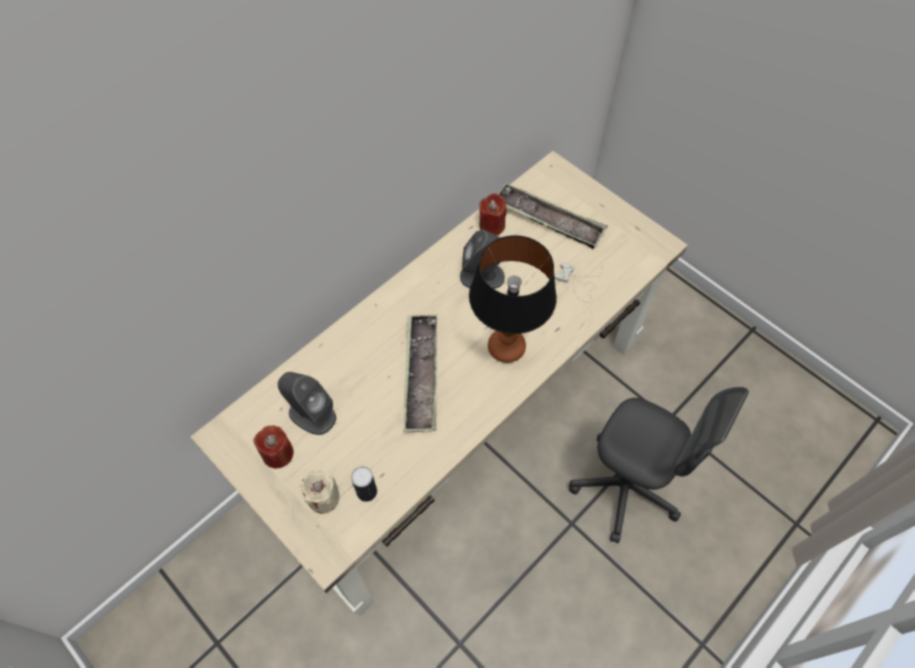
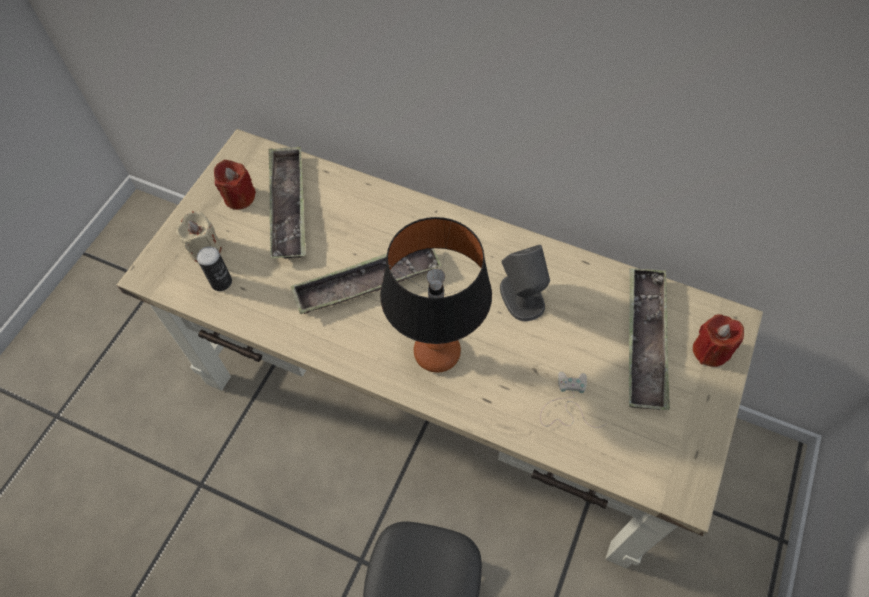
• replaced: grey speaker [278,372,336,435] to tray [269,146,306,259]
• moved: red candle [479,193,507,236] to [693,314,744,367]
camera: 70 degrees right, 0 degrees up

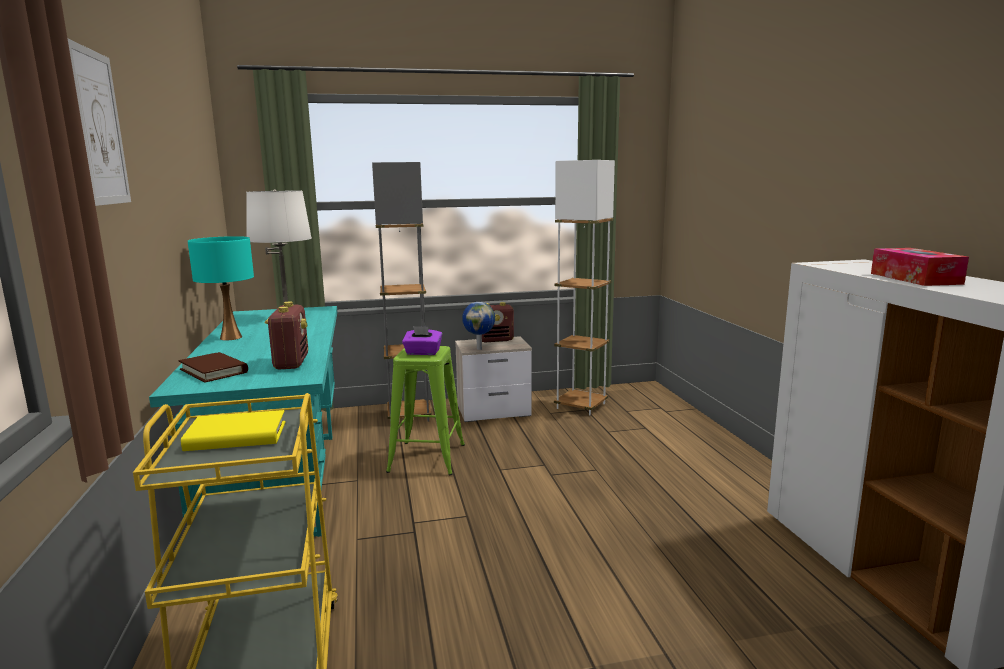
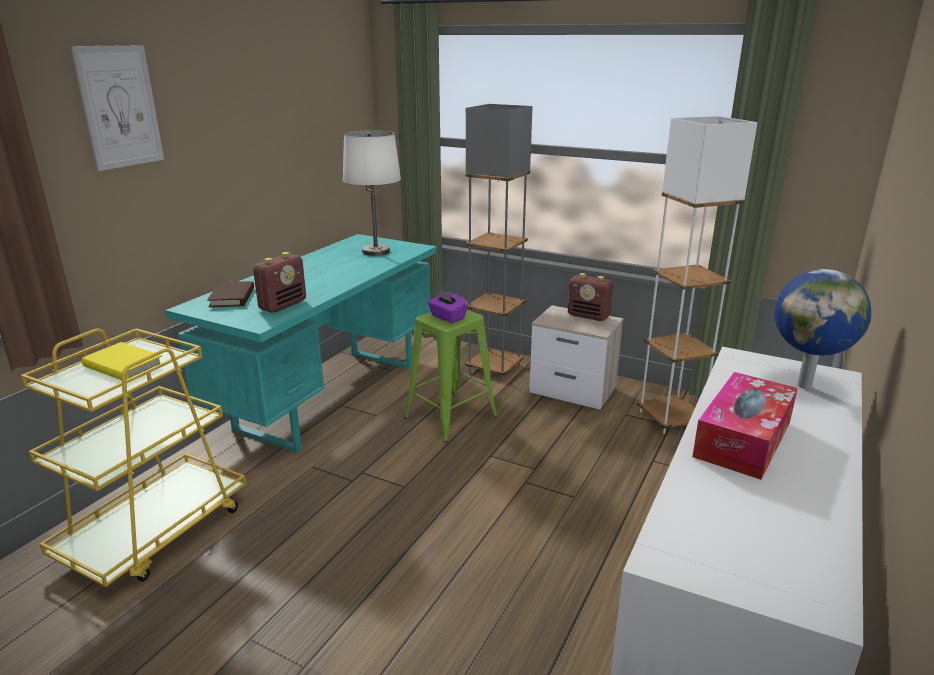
• removed: turquoise table lamp [188,236,254,340]
• moved: globe [462,302,495,350] to [774,269,871,389]
camera: 40 degrees right, 10 degrees up

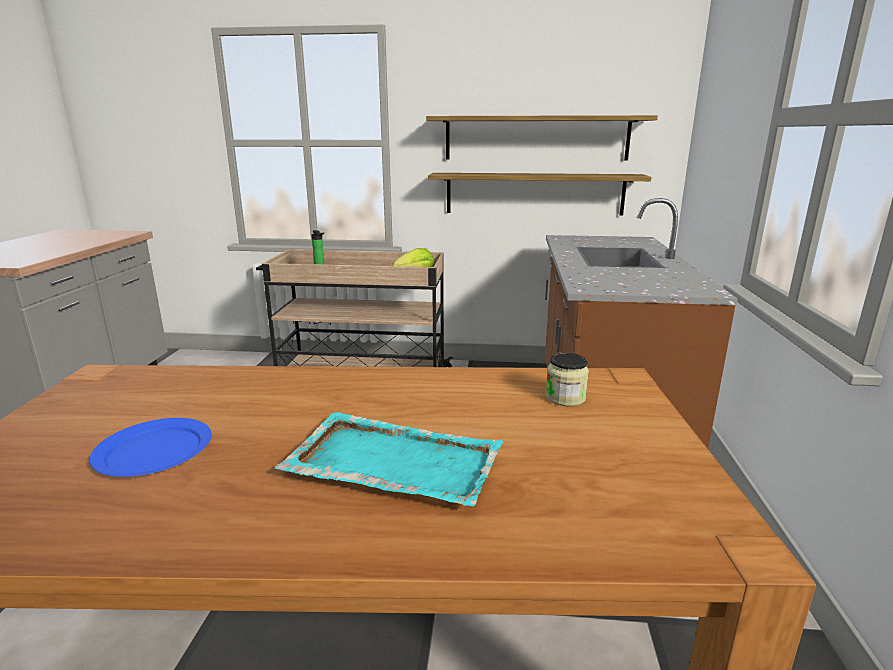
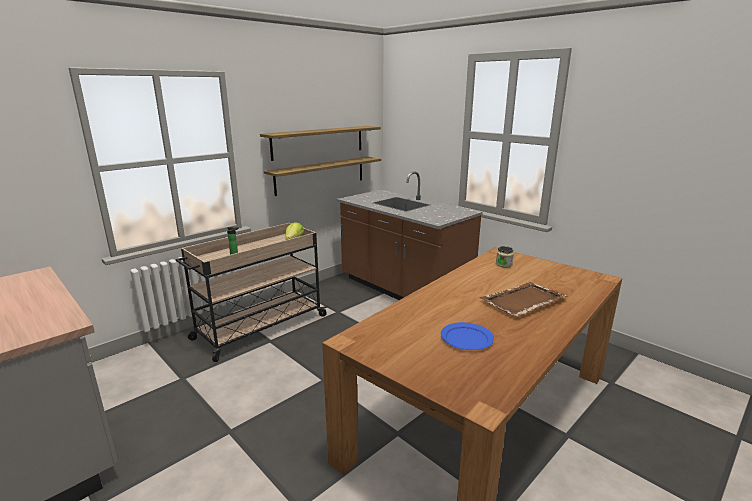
• recoloured: turquoise tray [275,412,504,506] to brown tray [479,282,568,316]
camera: 50 degrees left, 0 degrees up

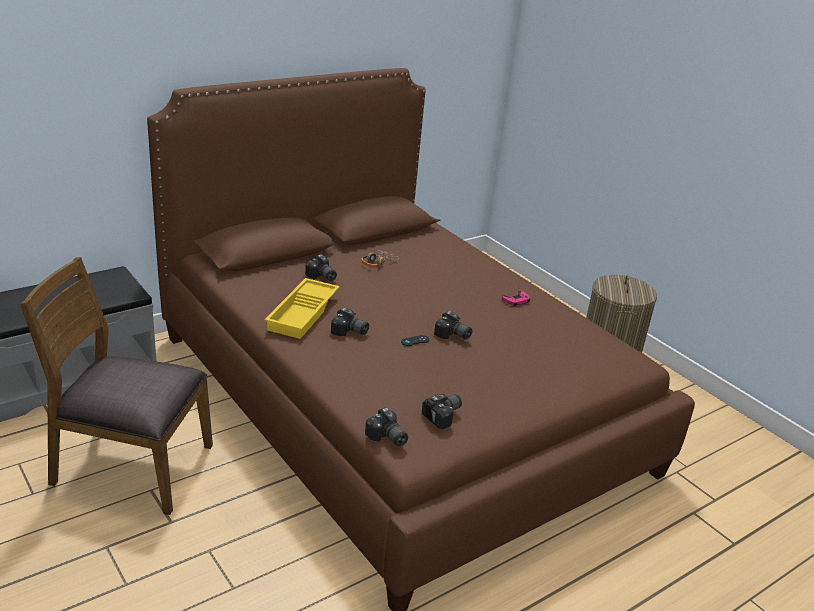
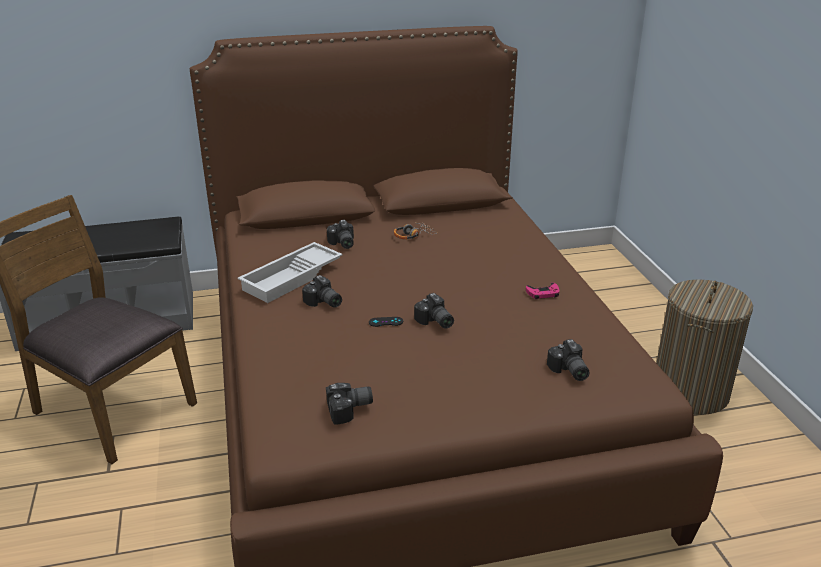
• recoloured: yellow tray [265,278,340,339] to white tray [238,242,343,303]
• moved: photo camera [365,407,408,446] to [547,339,589,381]
camera: 25 degrees right, 0 degrees up

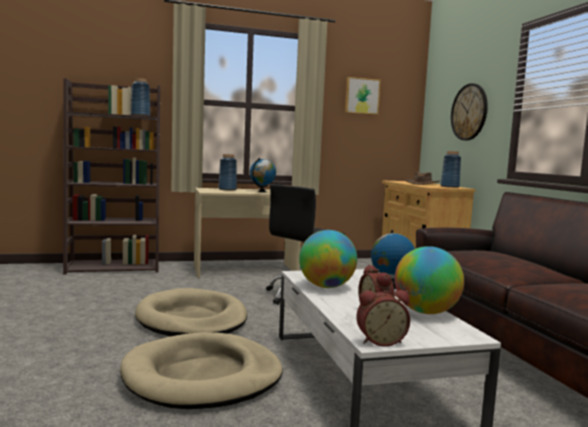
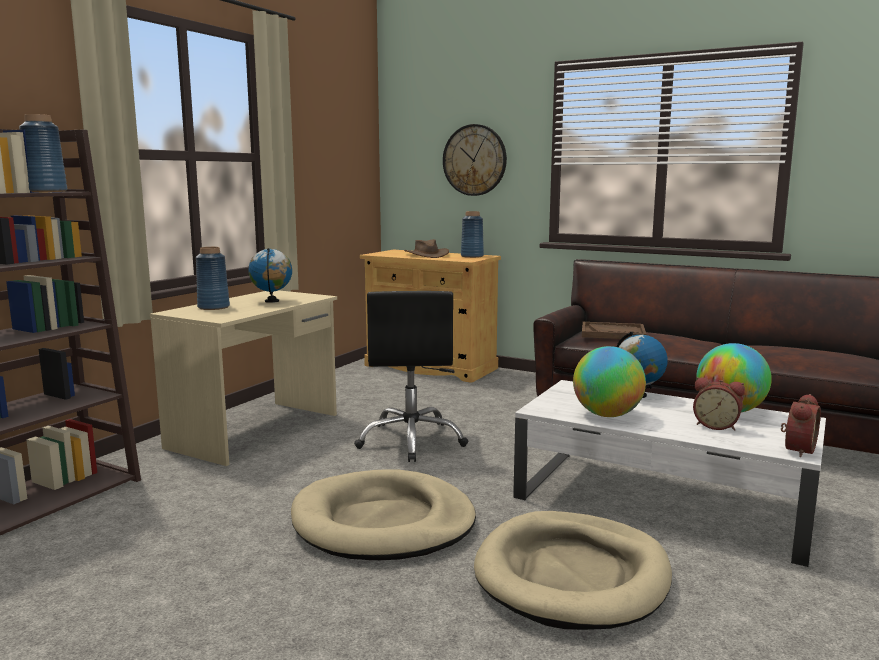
• removed: picture [345,77,381,115]
• added: brown tray [582,322,647,339]
camera: 45 degrees left, 5 degrees up

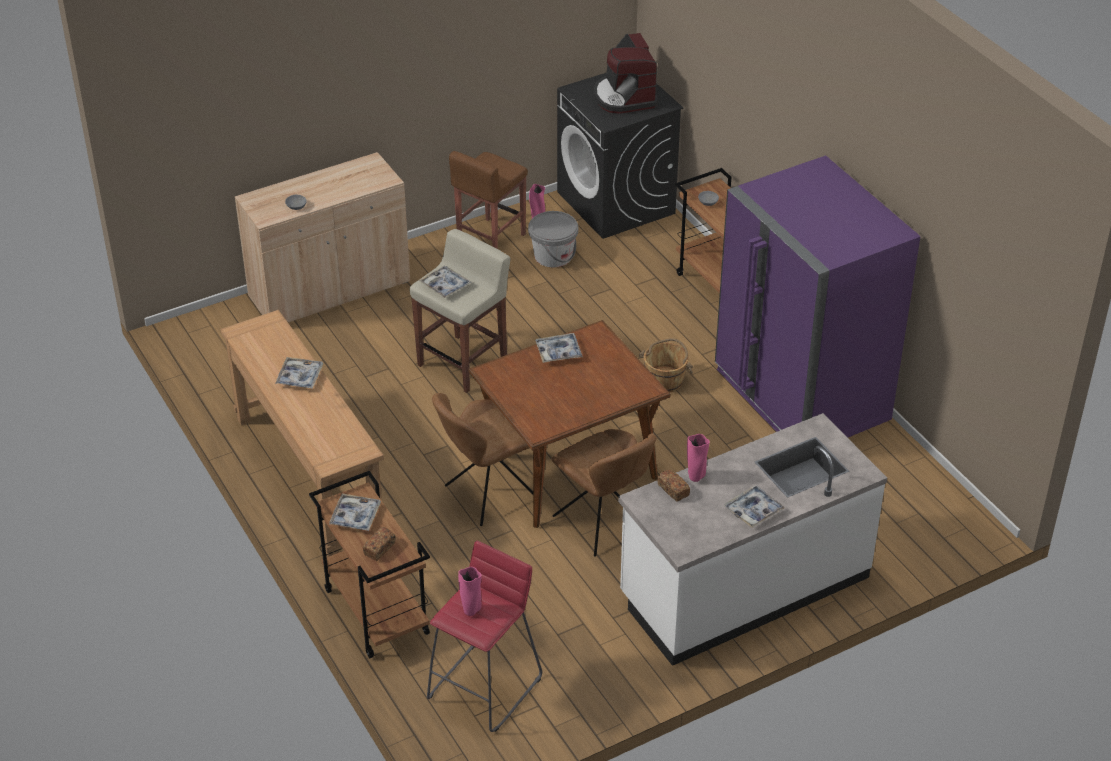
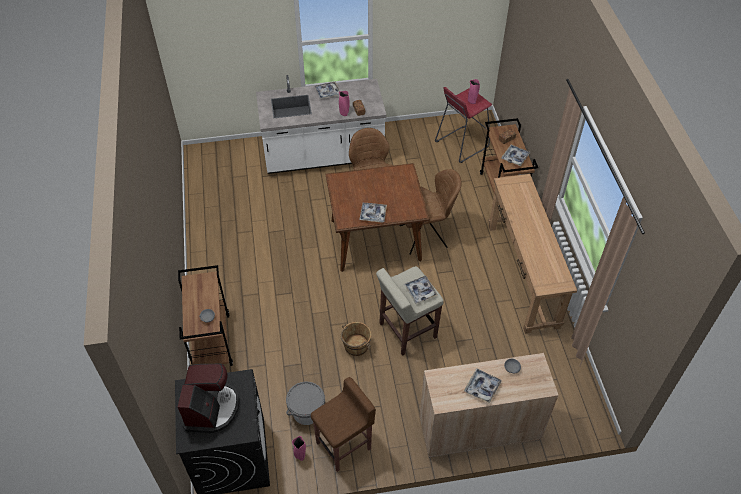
• moved: tray [275,357,323,389] to [464,368,502,403]
• moved: brown bucket [639,338,693,393] to [340,322,371,356]
• removed: purple fridge [715,155,920,438]
camera: 160 degrees left, 10 degrees up

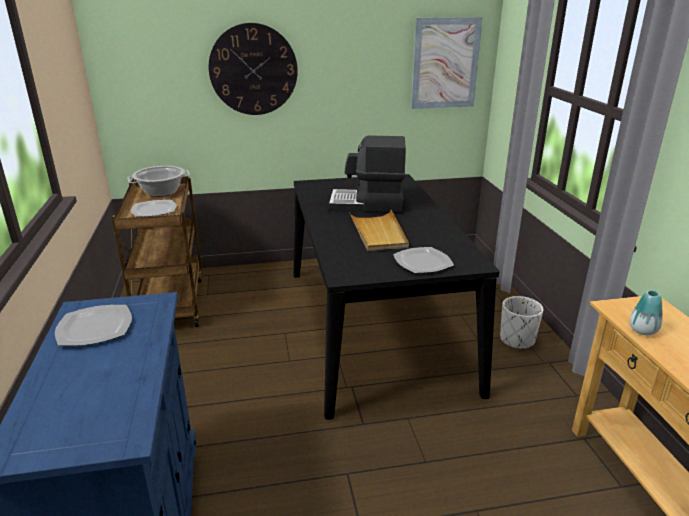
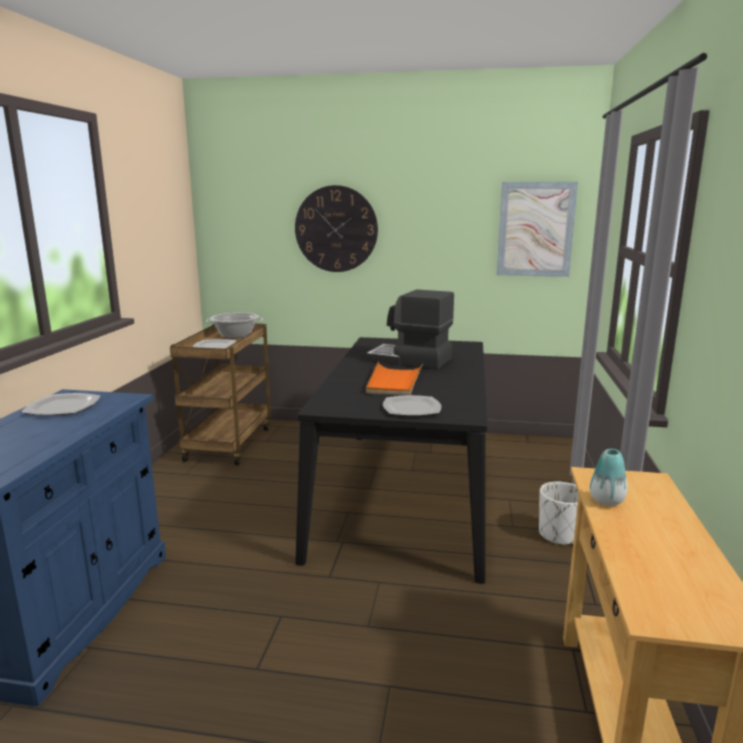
• recoloured: beige tray [349,210,409,251] to orange tray [366,362,423,396]
camera: 20 degrees right, 10 degrees down

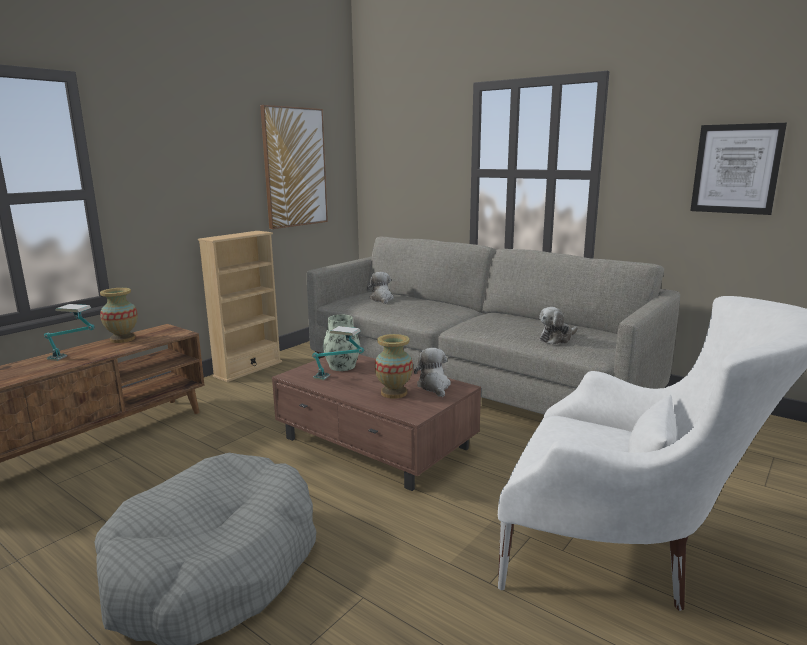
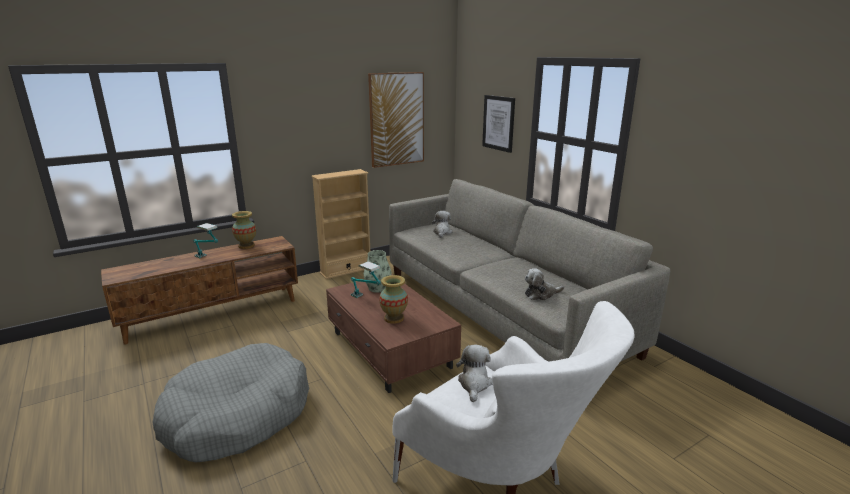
• moved: plush toy [414,348,451,397] to [456,344,493,402]
• moved: picture [690,123,787,215] to [482,95,515,153]
camera: 20 degrees right, 5 degrees up

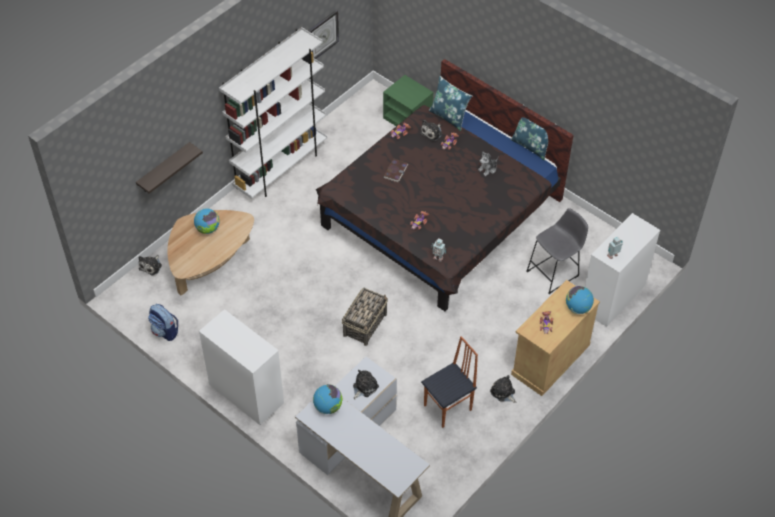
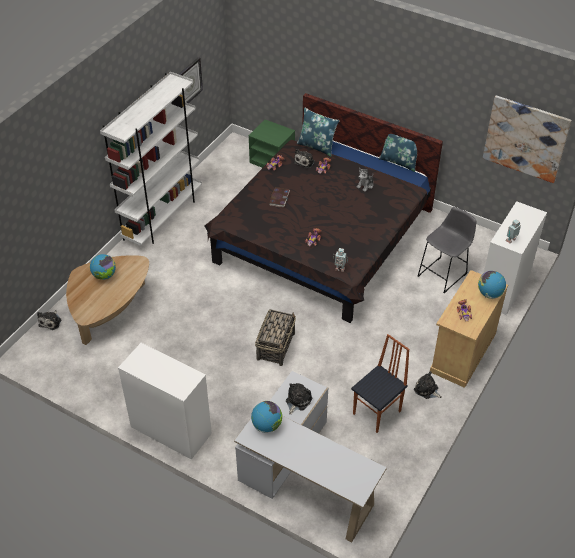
• removed: shelf [136,142,203,194]
• removed: backpack [148,304,178,341]
• added: picture [483,96,572,183]
camera: 10 degrees left, 5 degrees down

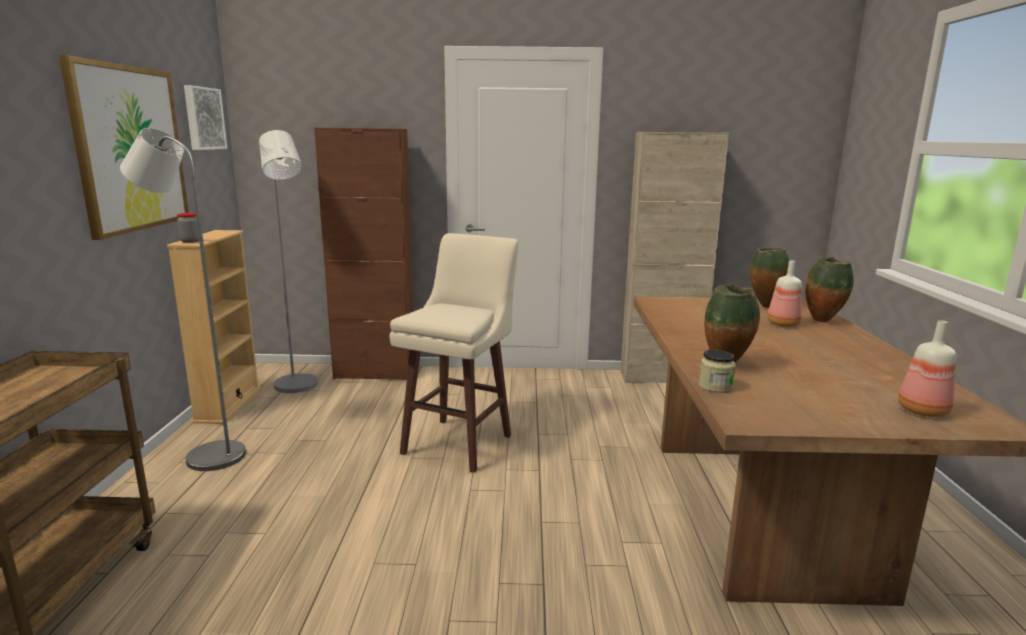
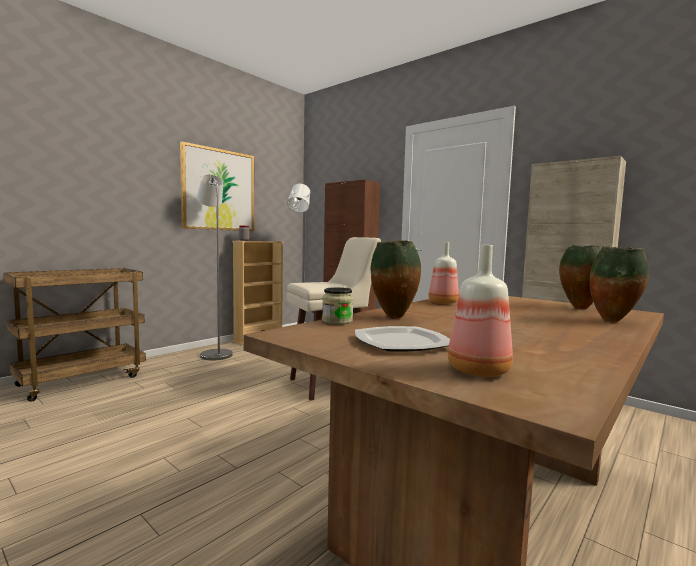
• removed: picture [184,85,227,150]
• moved: bottle [767,260,802,327] to [428,242,459,304]
• added: plate [355,326,450,352]
camera: 40 degrees right, 10 degrees down

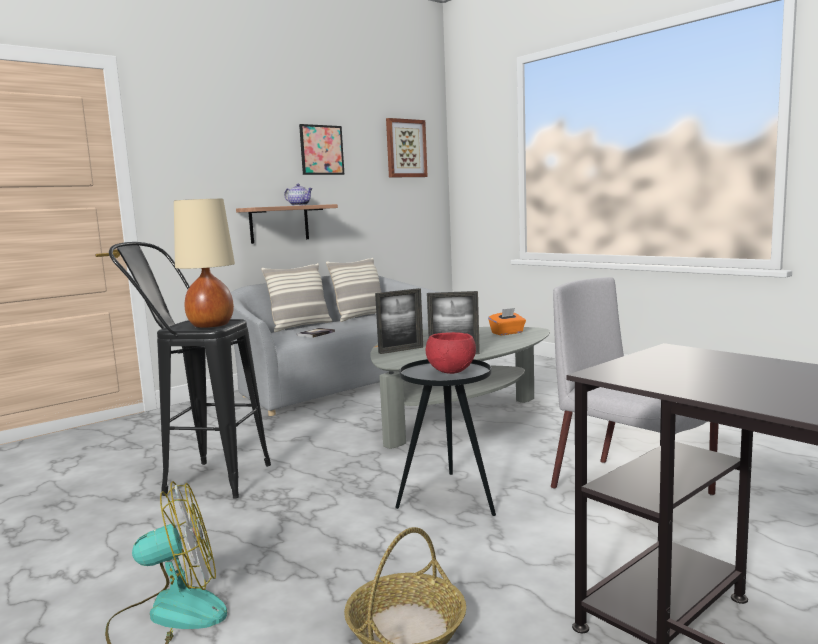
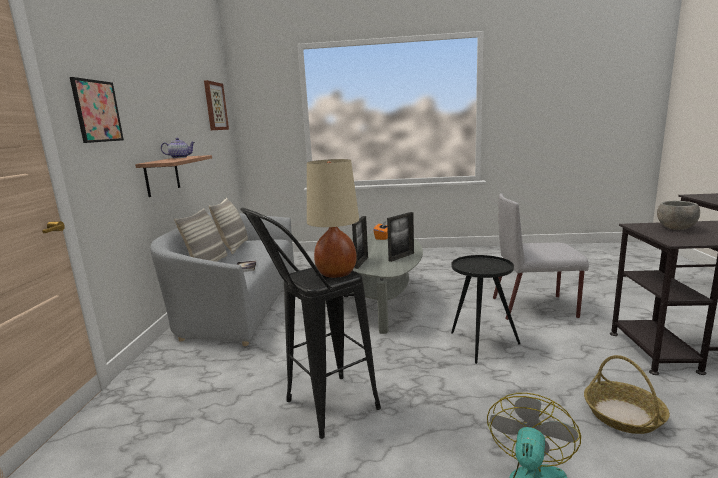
• moved: picture [299,124,344,175] to [70,77,124,143]
• removed: red bowl [426,332,476,374]
• added: grey bowl [657,201,700,230]
camera: 45 degrees left, 5 degrees up

